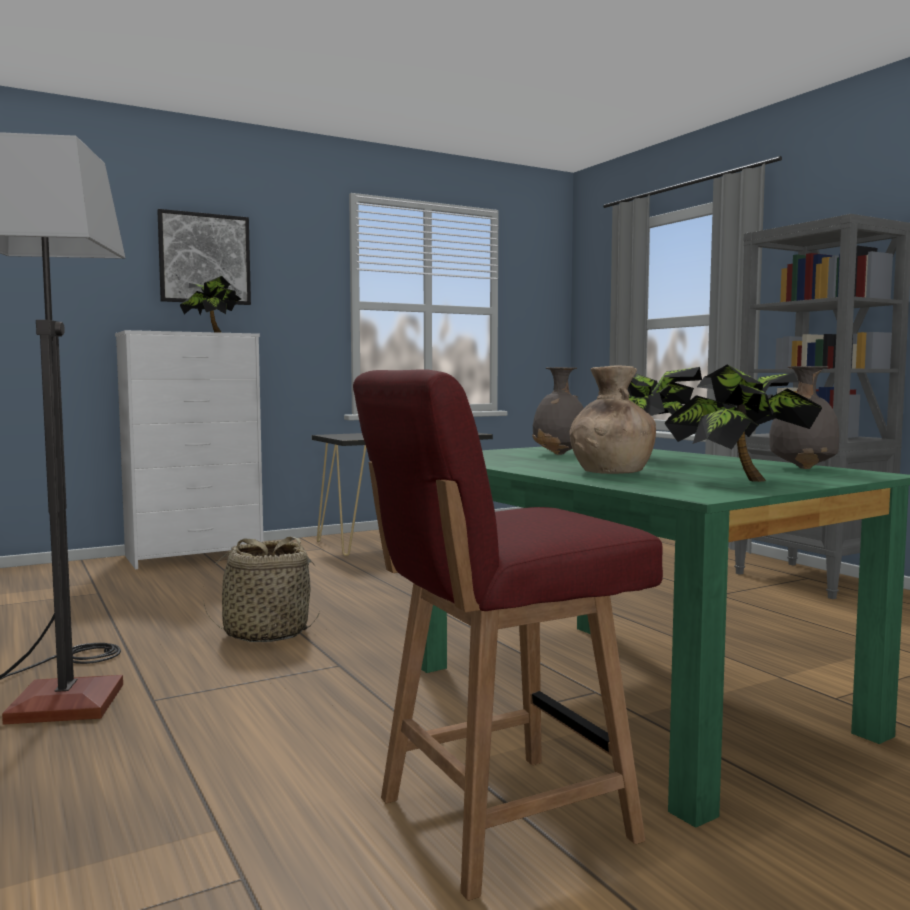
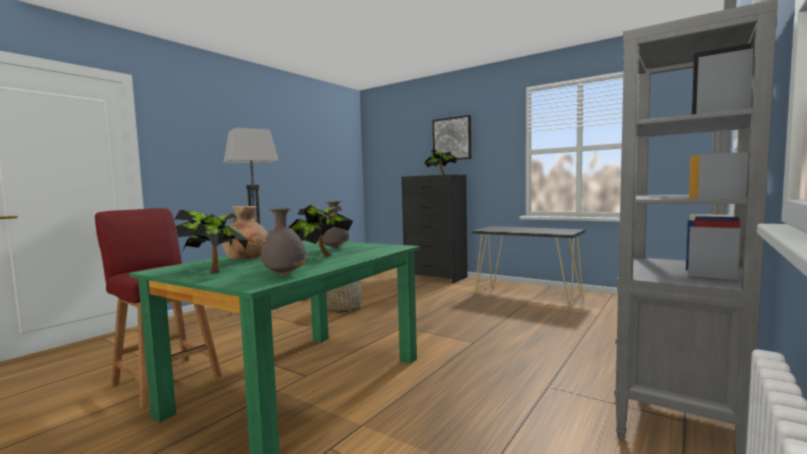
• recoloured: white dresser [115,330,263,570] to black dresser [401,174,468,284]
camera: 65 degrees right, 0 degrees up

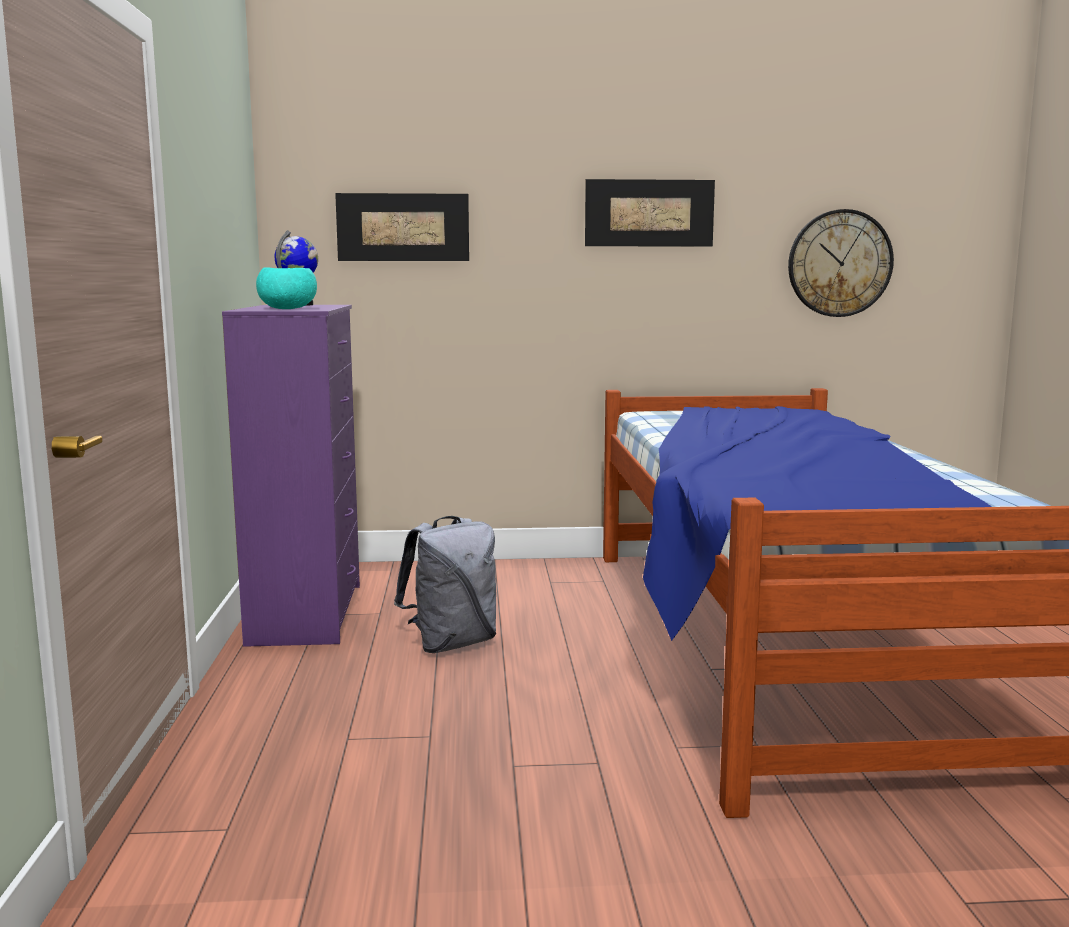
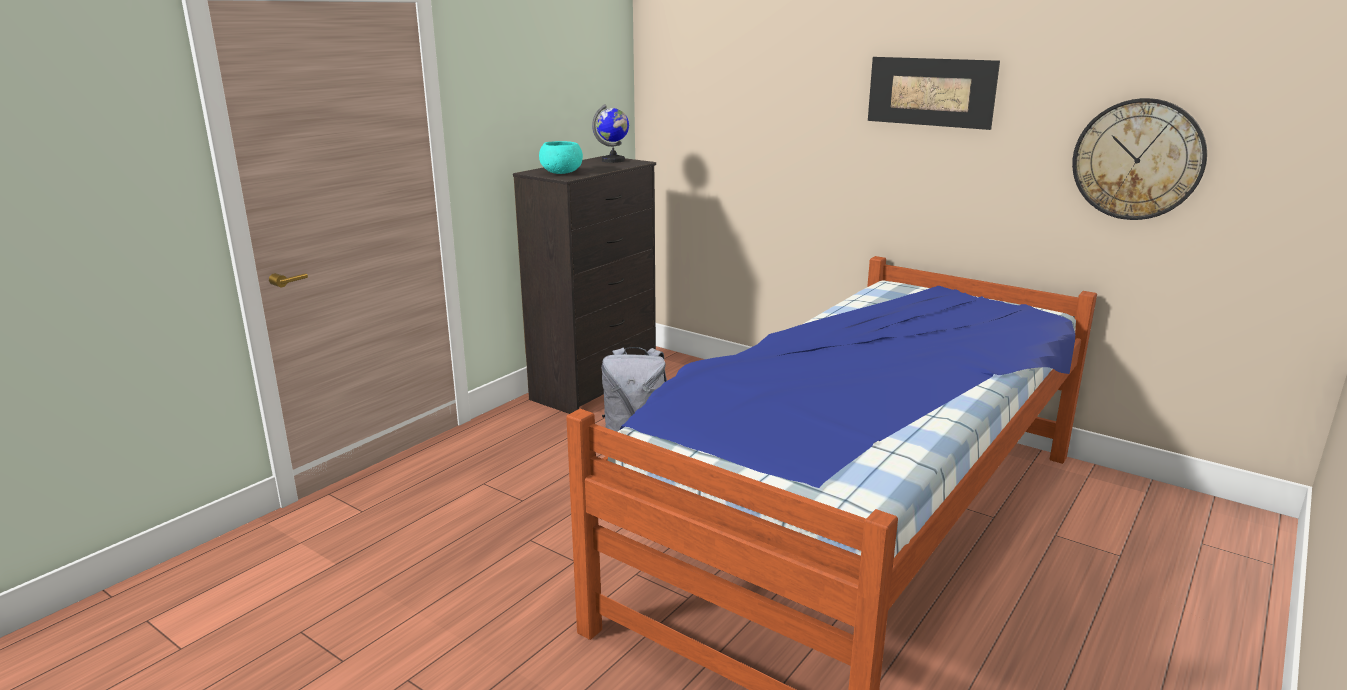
• recoloured: purple dresser [222,305,360,647] to black dresser [513,156,656,414]
• removed: picture [335,193,469,261]
camera: 40 degrees right, 10 degrees up

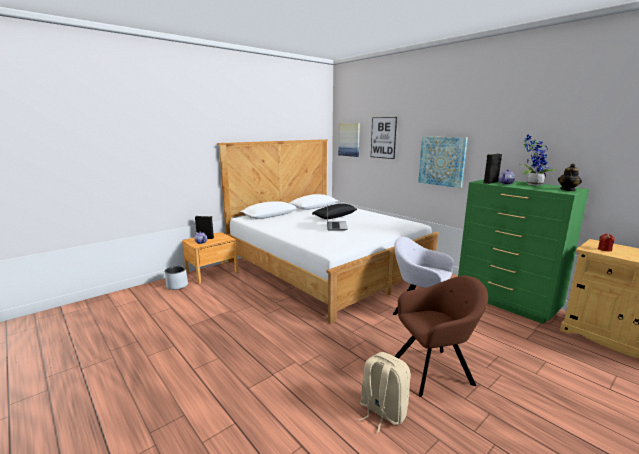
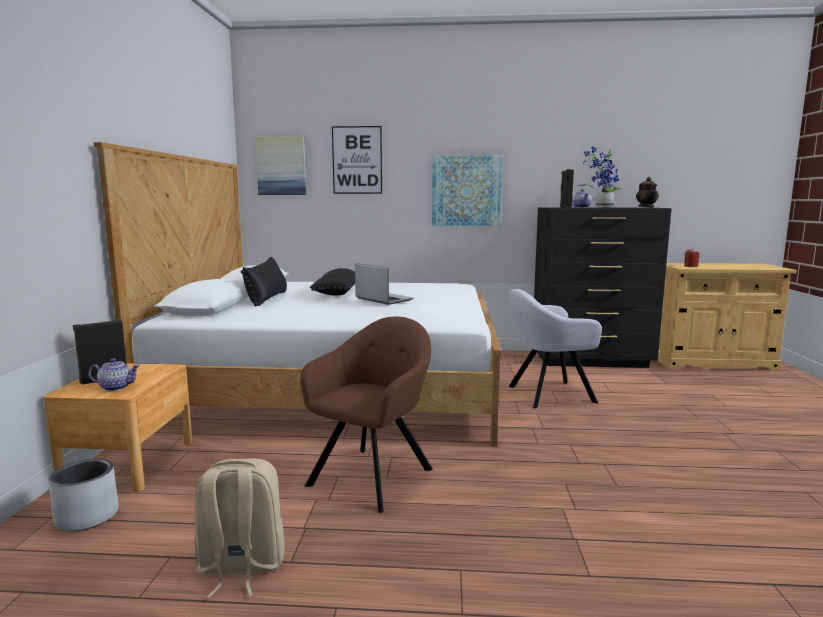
• moved: beige backpack [359,352,410,433] to [195,459,285,598]
• moved: brown armchair [395,276,488,397] to [300,316,433,513]
• recoloured: green dresser [458,179,589,324] to black dresser [534,207,671,368]
• added: black pillow [240,257,287,306]
camera: 45 degrees left, 5 degrees down

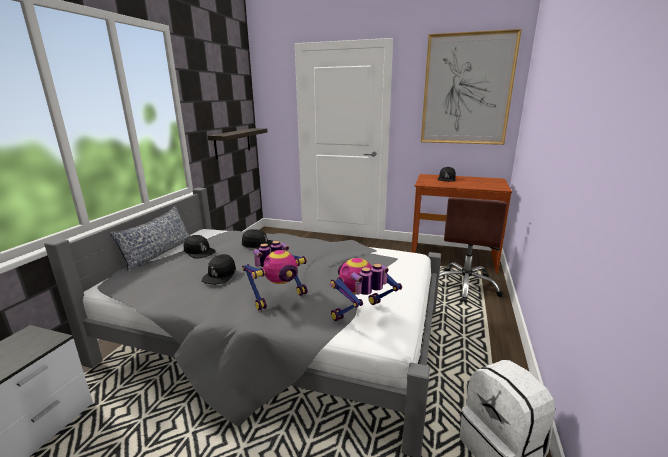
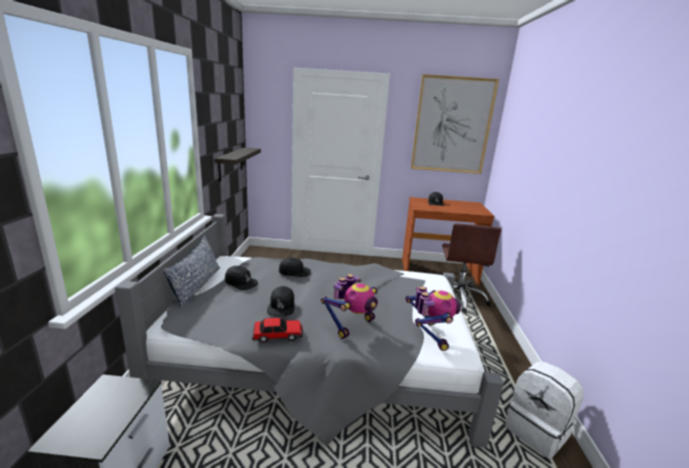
• turned: toy robot [330,258,402,321] = [405,286,461,351] 135 degrees clockwise
• added: toy car [252,318,303,343]
camera: 15 degrees left, 0 degrees up

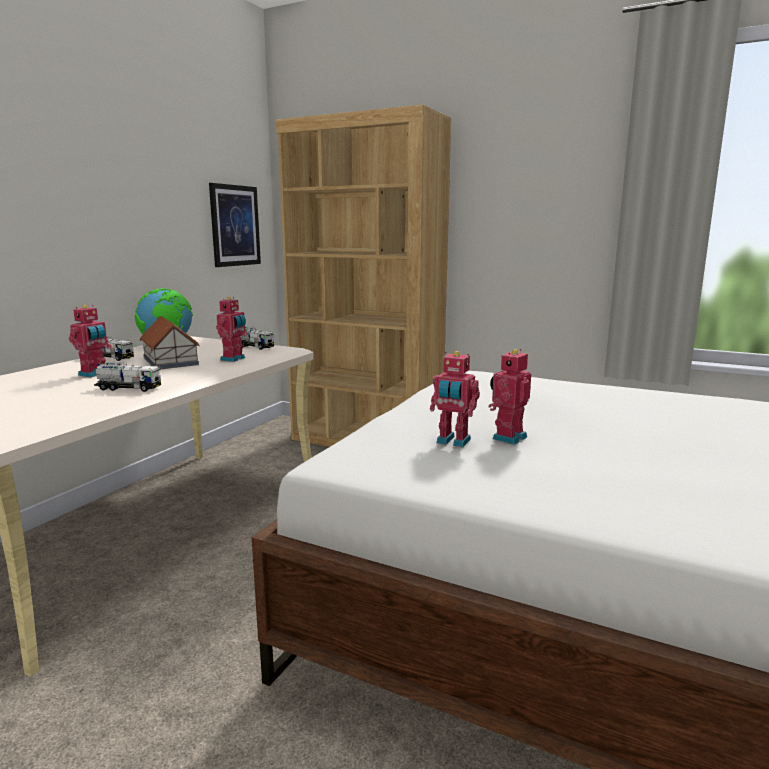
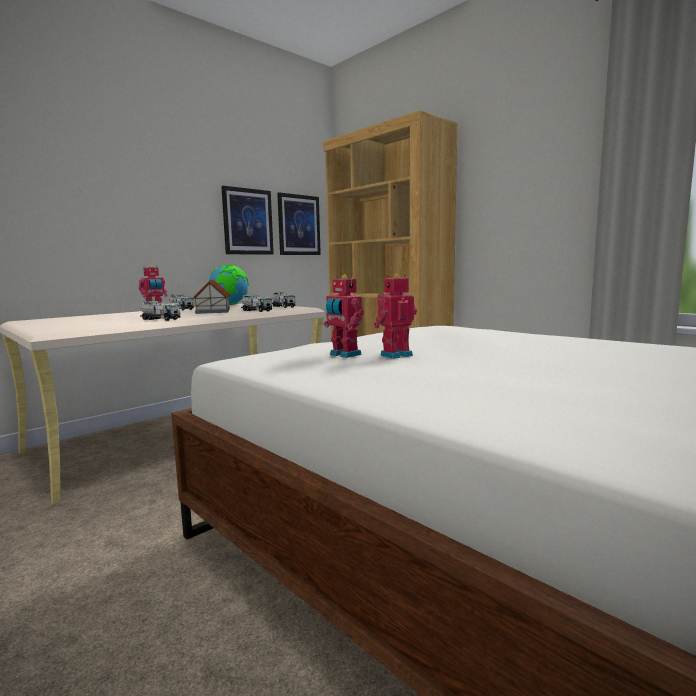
• replaced: toy robot [216,297,248,362] to toy truck [241,295,272,312]
• added: picture [221,186,274,255]
camera: 20 degrees right, 5 degrees down

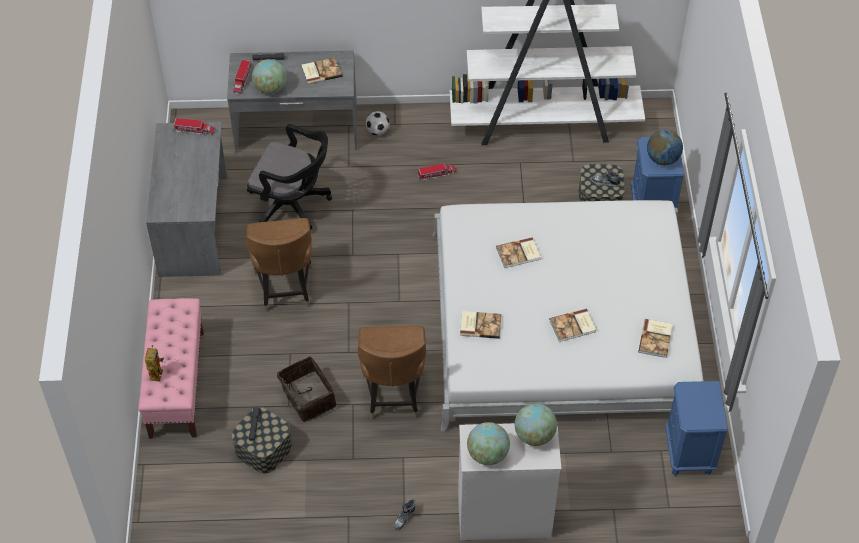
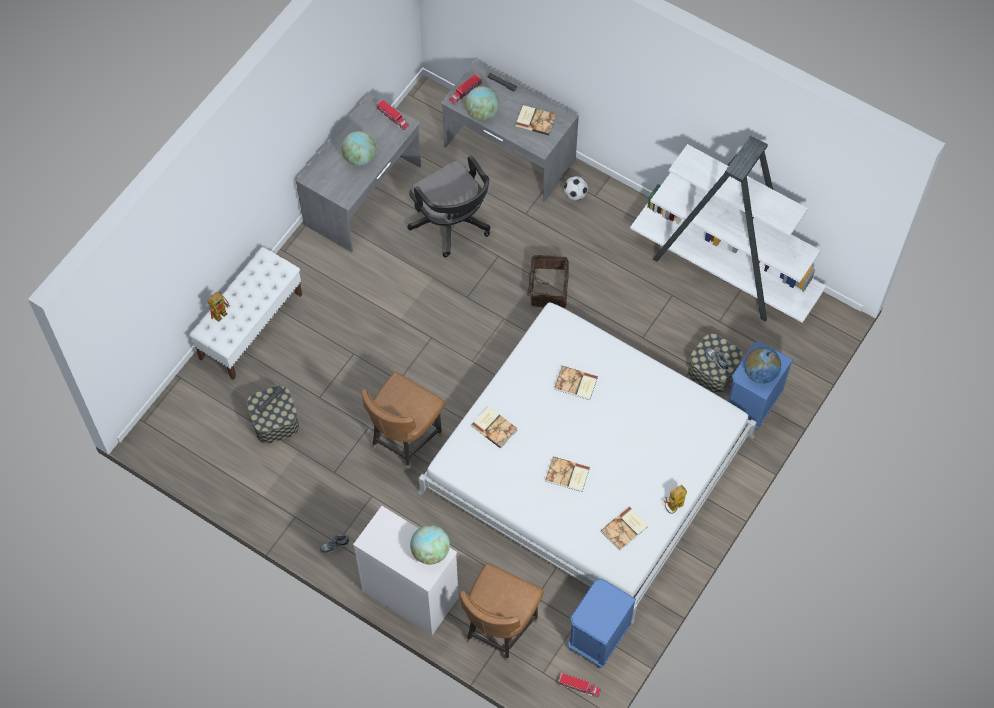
• recoloured: pink bench [139,298,204,439] to white bench [189,247,302,380]
• moved: brown chair [246,218,312,312] to [460,563,544,662]
• moved: basket [277,356,337,422] to [519,255,569,308]
• moved: toy truck [417,163,456,181] to [557,673,601,697]
• moved: globe [467,422,510,465] to [342,131,376,166]
• added: toy robot [664,485,687,514]
camera: 35 degrees right, 10 degrees up

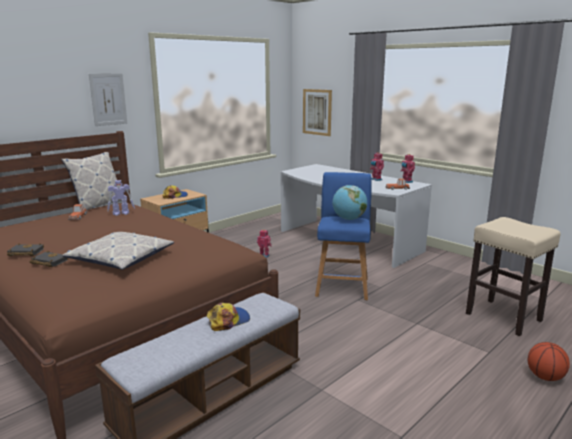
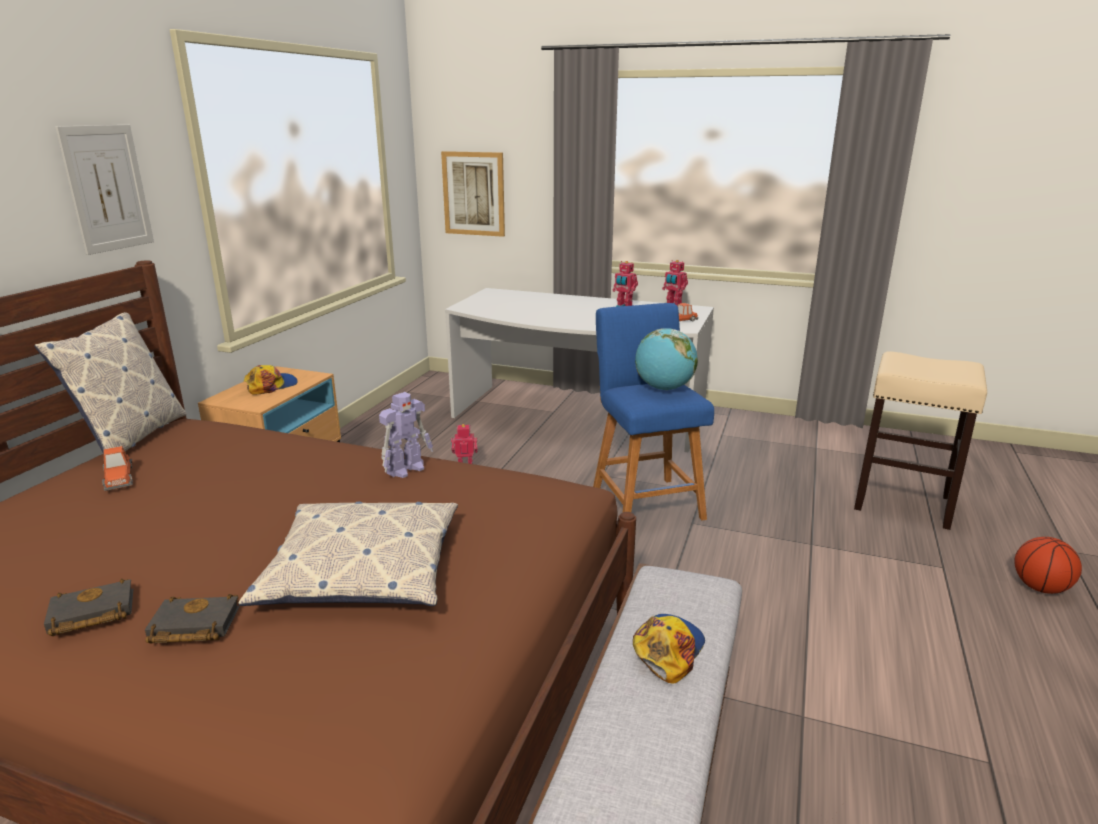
• moved: toy robot [107,180,135,216] to [379,392,433,478]
camera: 25 degrees left, 5 degrees up

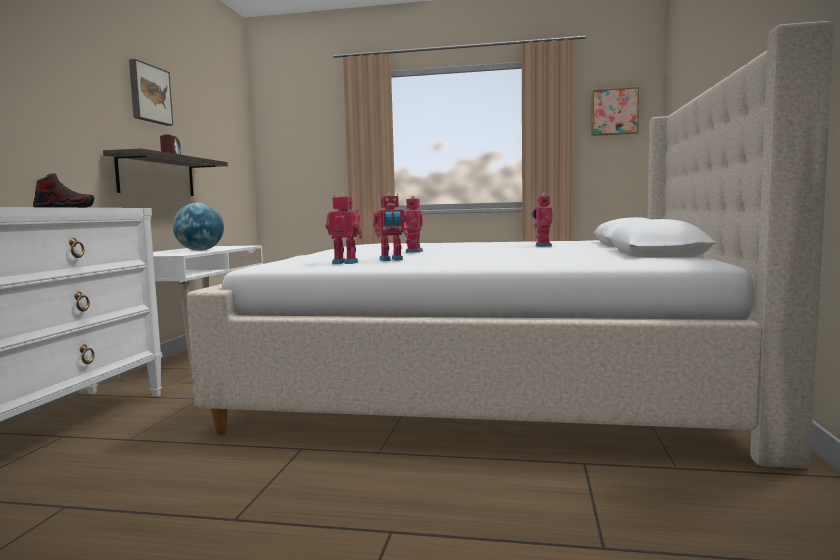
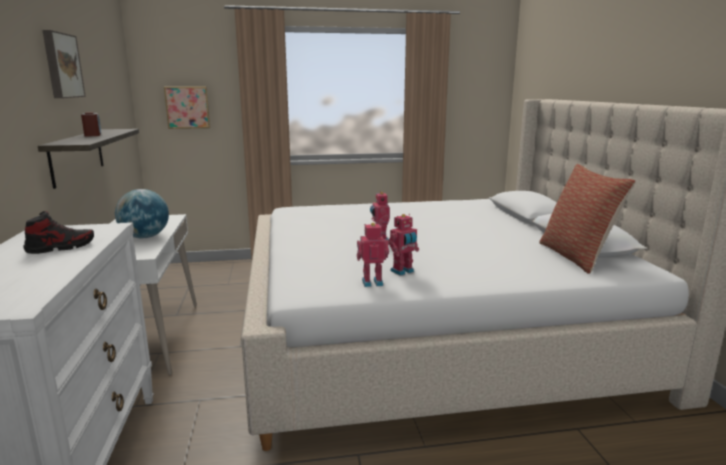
• removed: toy robot [532,193,553,247]
• moved: picture [592,87,639,136] to [164,87,210,129]
• added: pillow [539,164,636,274]
camera: 20 degrees left, 10 degrees up

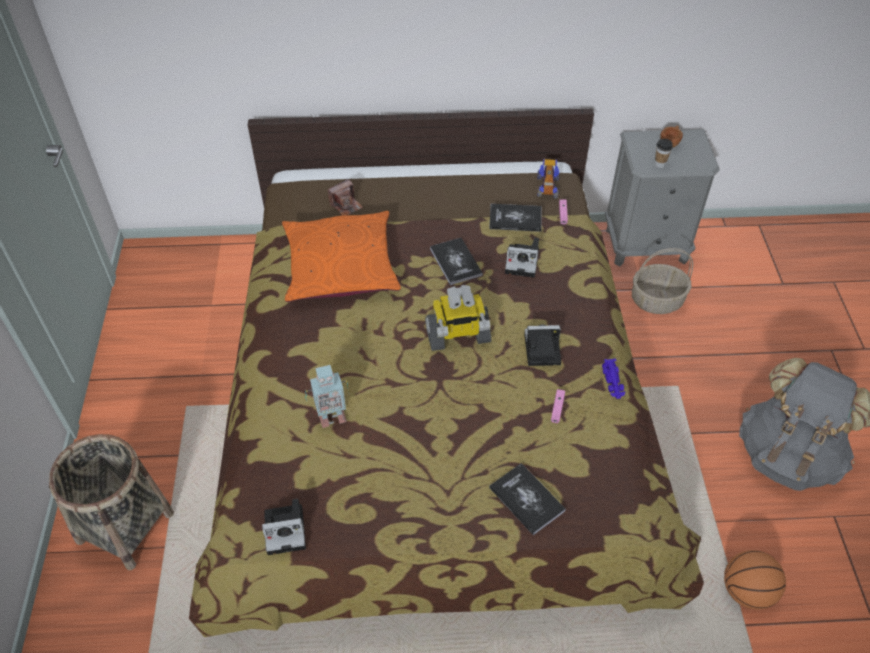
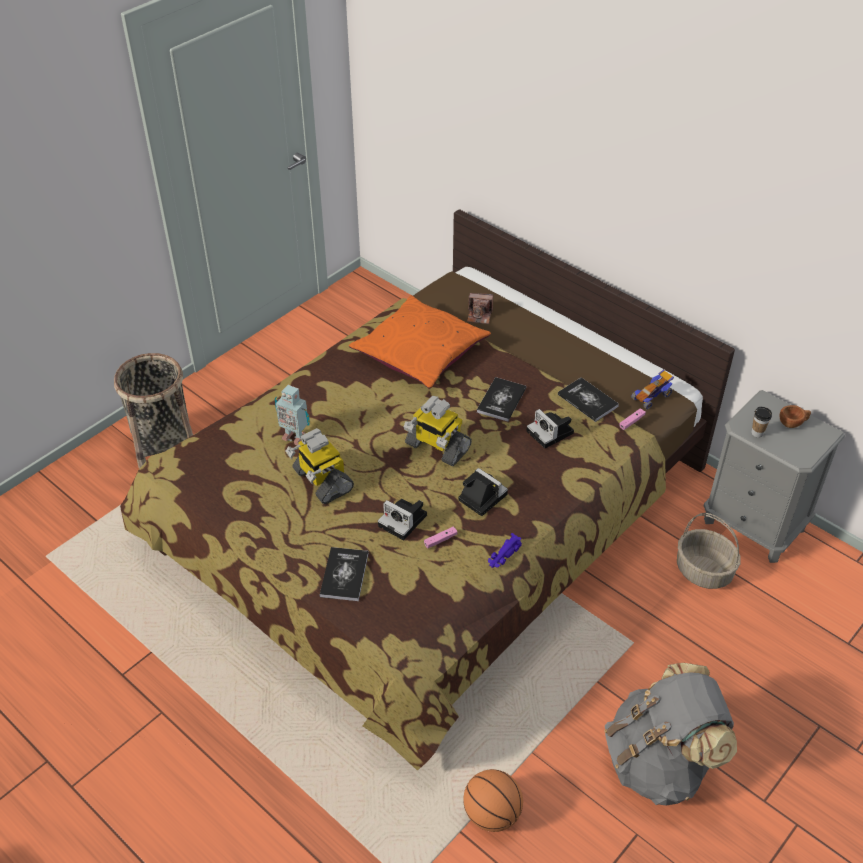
• moved: photo camera [262,499,306,555] to [378,499,427,540]
• added: toy robot [285,428,354,504]
camera: 45 degrees right, 5 degrees down

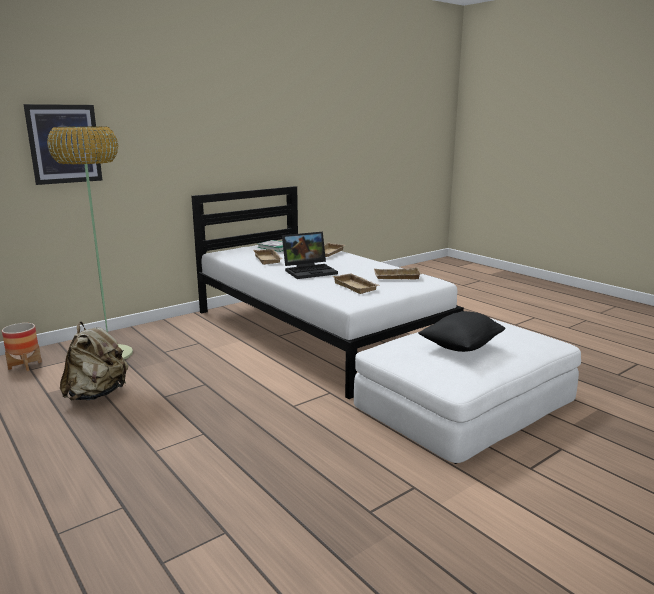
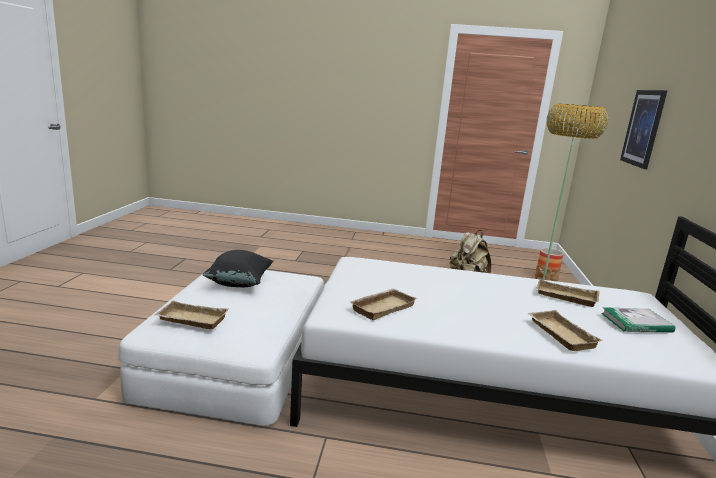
• removed: laptop [282,232,338,279]
• moved: beige tray [332,273,380,294] to [155,301,228,329]
camera: 135 degrees right, 0 degrees up

